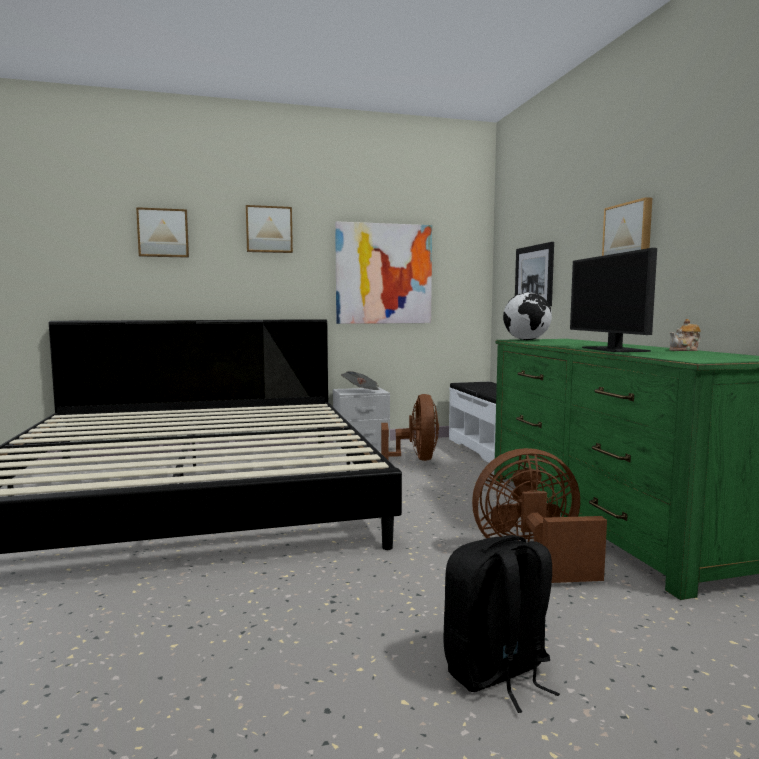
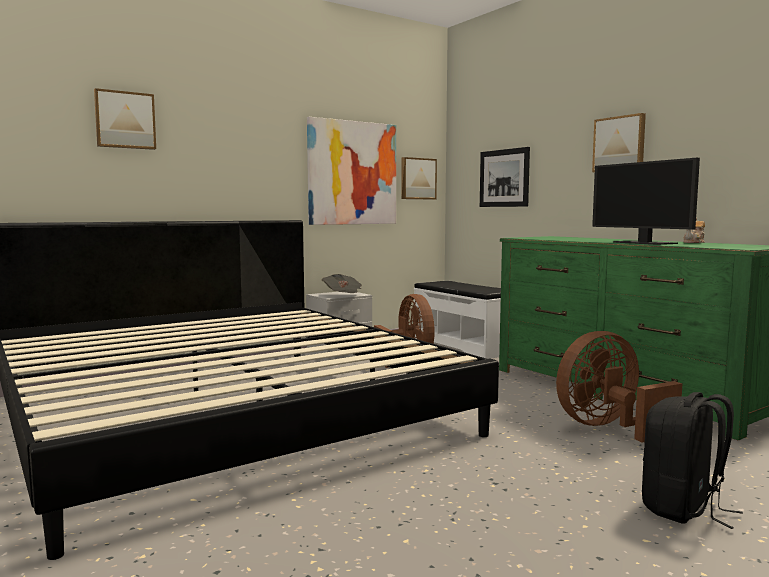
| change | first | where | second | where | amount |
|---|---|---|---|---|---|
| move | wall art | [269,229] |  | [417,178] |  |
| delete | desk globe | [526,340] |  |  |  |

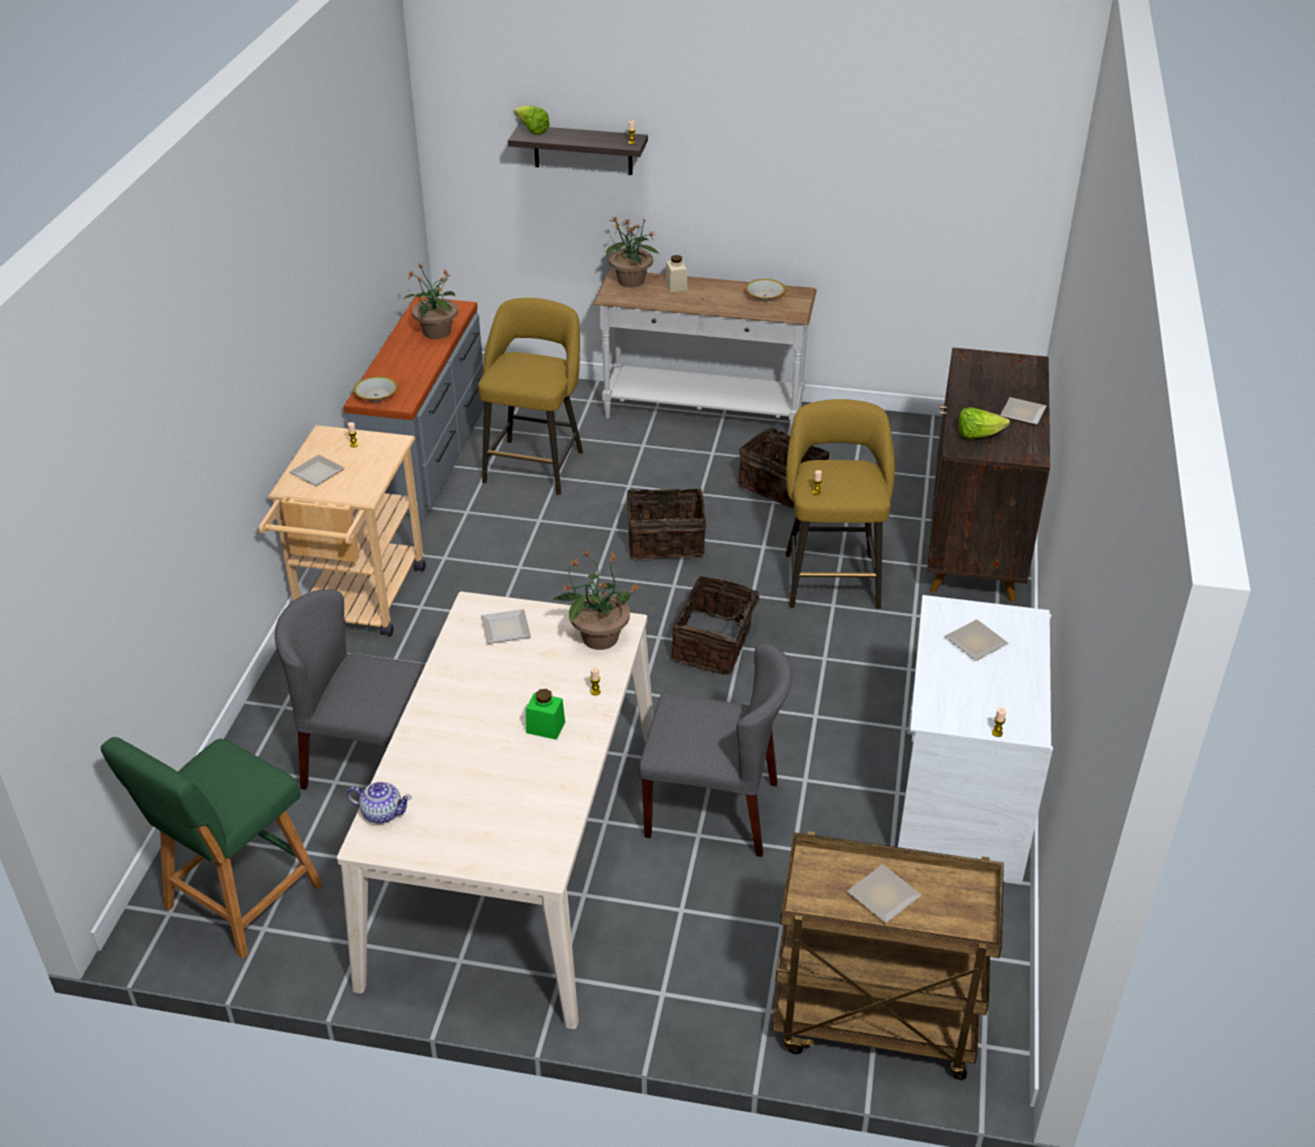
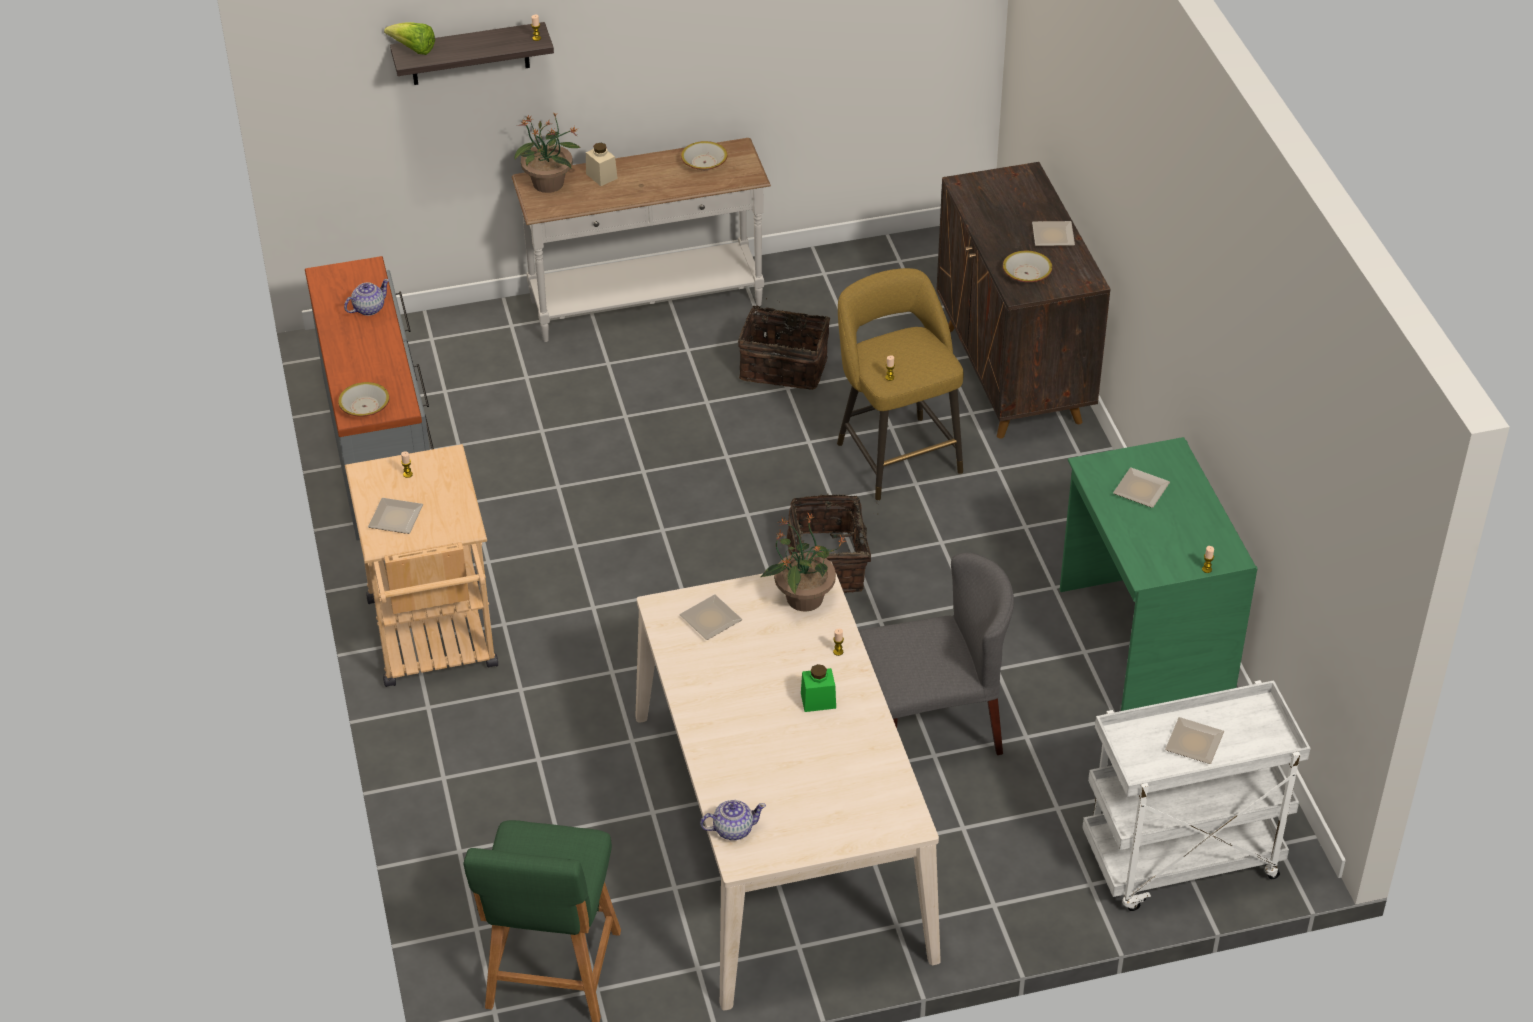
| change | first | where | second | where | amount |
|---|---|---|---|---|---|
| replace | potted plant | [436,332] | teapot | [368,308] |  |
| replace | lettuce | [978,435] | bowl | [1026,274] |  |
| recolor | desk table in white-coloured | [958,803] | desk table in greenish | [1142,642] |  |
| recolor | cart in brown | [872,1024] | cart in white-coloured | [1180,862] |  |
| delete | upright chair in grey | [370,762] |  |  |  |
| delete | stool in yellow | [535,464] |  |  |  |
| delete | basket | [665,541] |  |  |  |

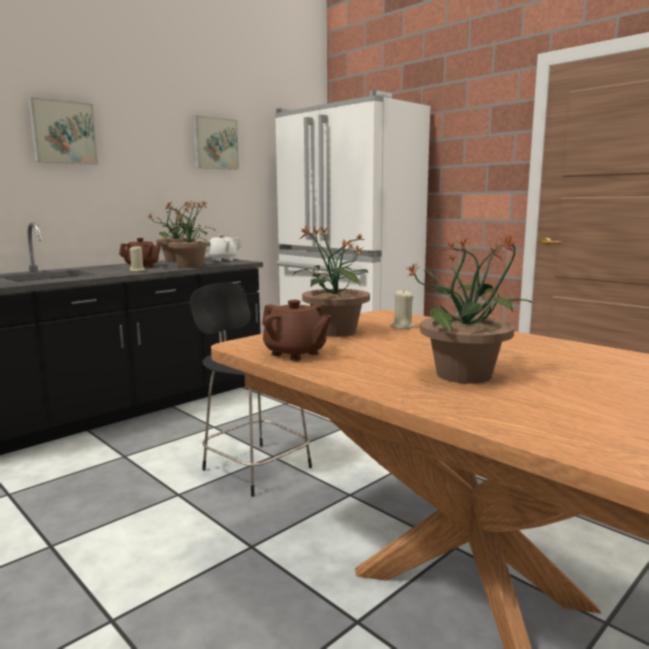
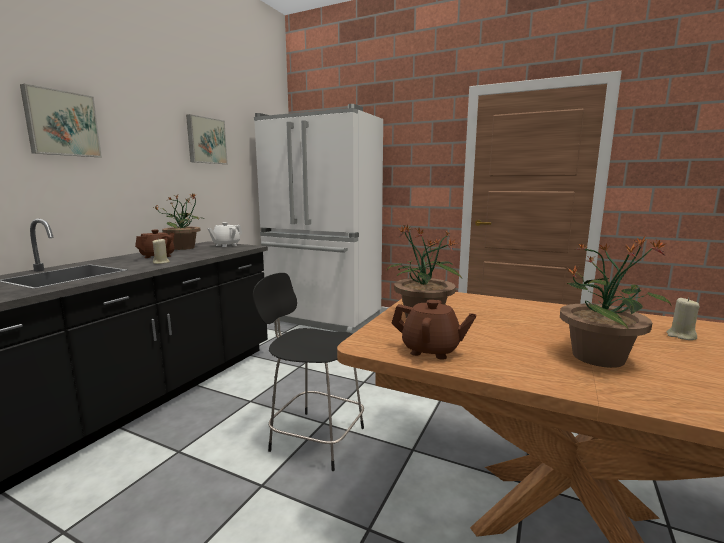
| change | first | where | second | where | amount |
|---|---|---|---|---|---|
| move | candle in beige-coloured | [402,327] |  | [681,336] |  |
| delete | potted plant | [191,266] |  |  |  |

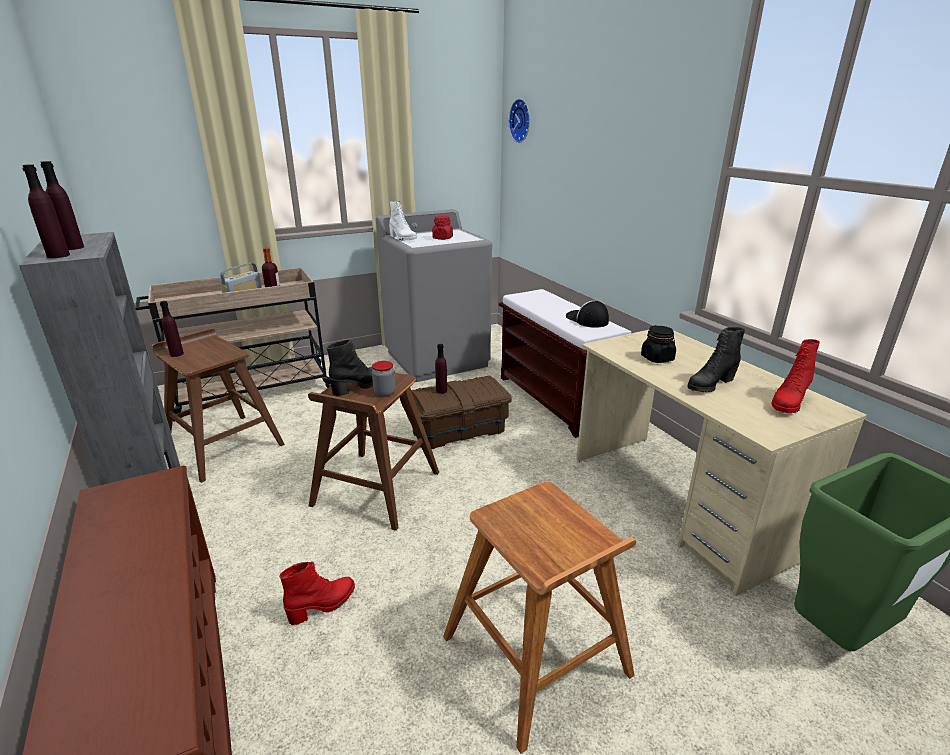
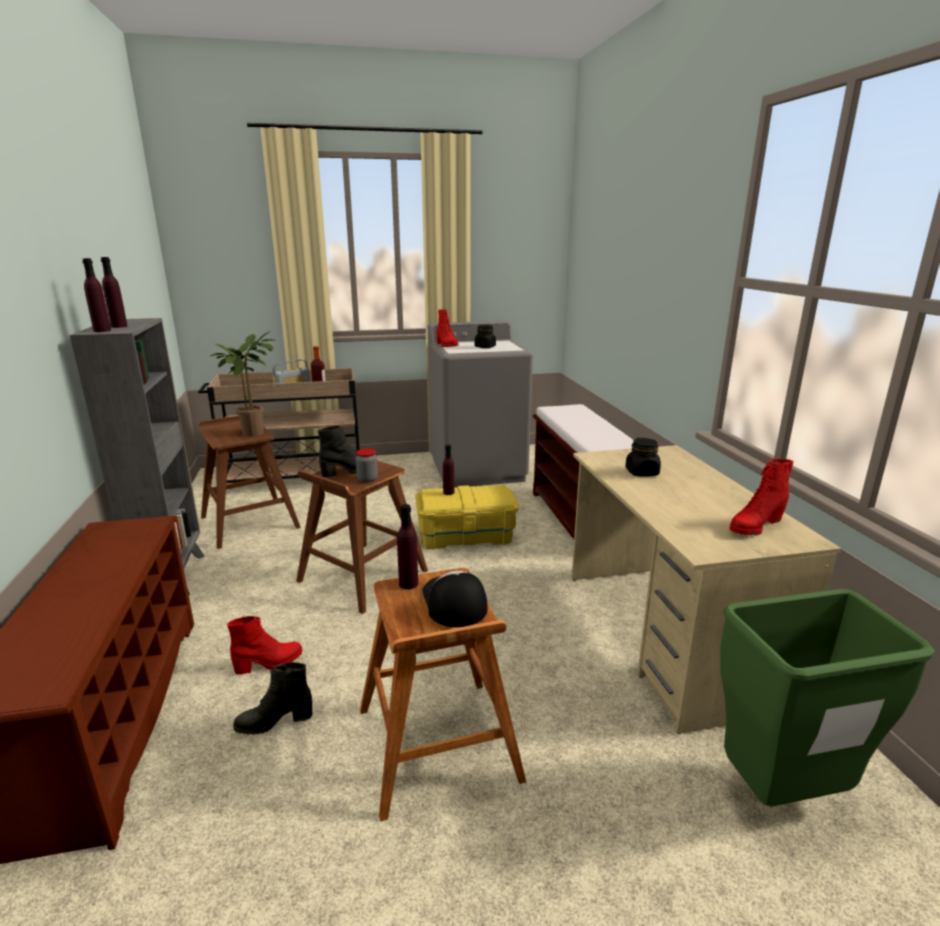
| change | first | where | second | where | amount |
|---|---|---|---|---|---|
| insert |  |  | potted plant | [254,432] |  |
| move | high-top boot in blackish | [710,385] |  | [274,722] |  |
| move | bottle in purple-coloured | [176,354] |  | [408,583] |  |
| recolor | storage bin in brown | [458,429] | storage bin in yellow | [466,535] |  |
| move | peaked cap | [586,319] |  | [453,601] |  |
| recolor | high-top boot in white-coloured | [402,238] | high-top boot in reddish | [446,345] |  |
| recolor | preserve jar in reddish | [442,238] | preserve jar in blackish | [485,347] |  |
| delete | hanging clock | [522,121] |  |  |  |

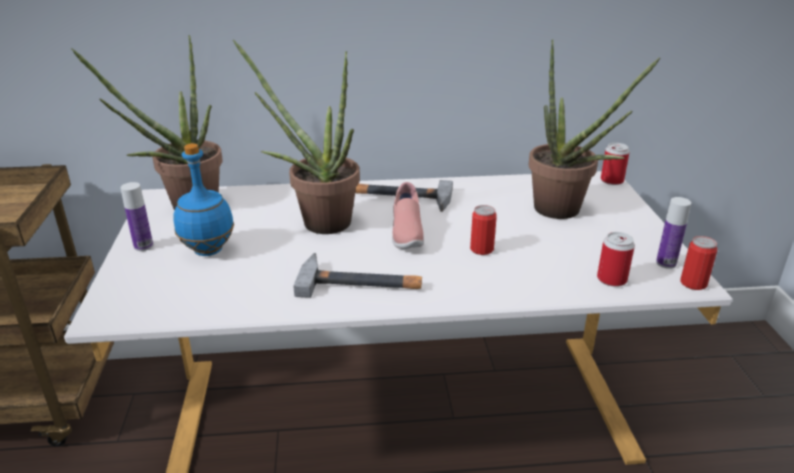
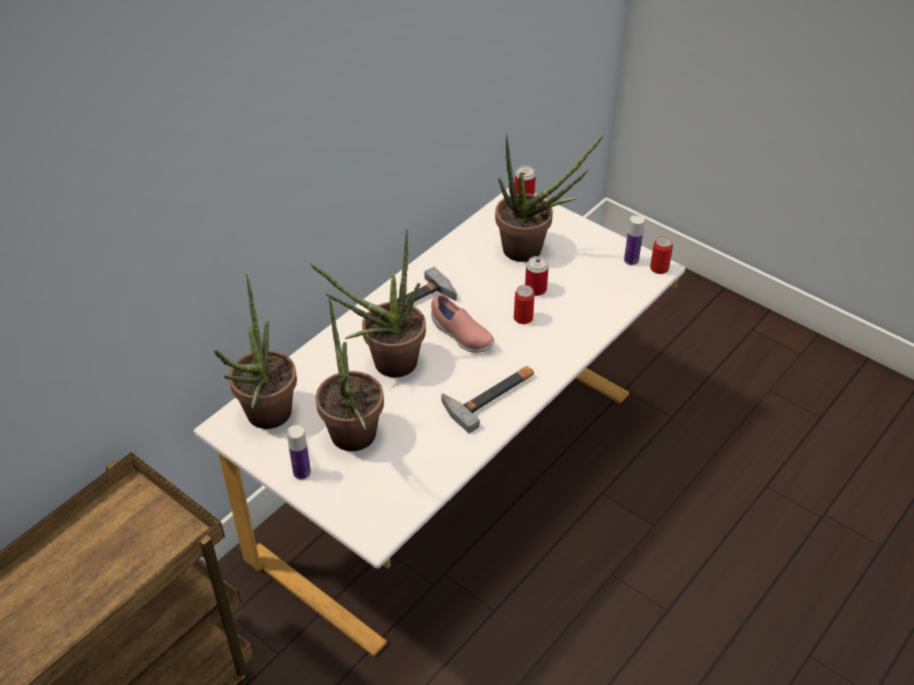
| change | first | where | second | where | amount |
|---|---|---|---|---|---|
| replace | bottle in blue | [207,250] | potted plant | [354,442] |  |
| move | metal can | [611,279] |  | [535,289] |  |

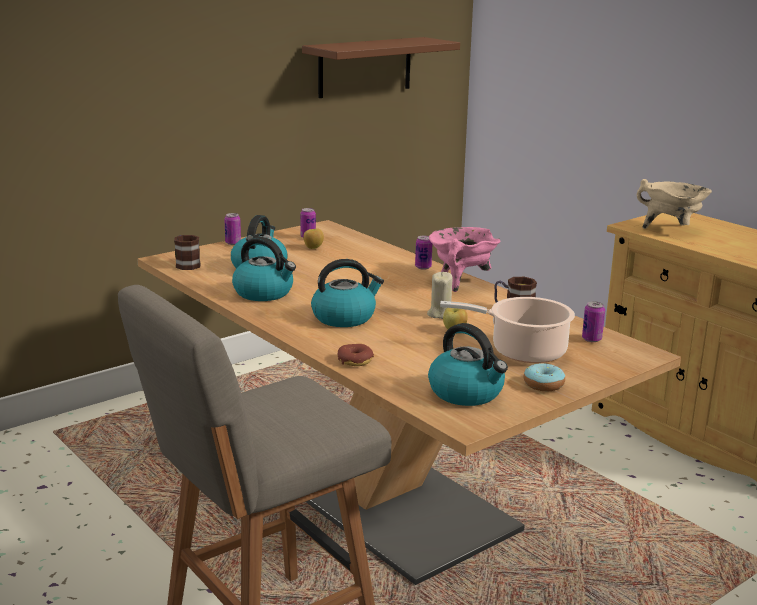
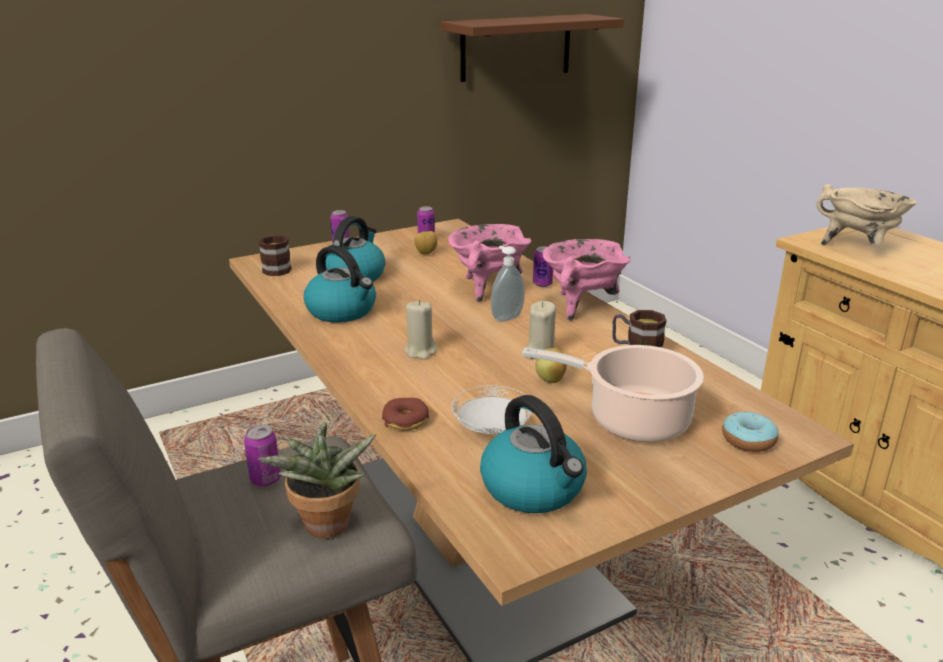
| change | first | where | second | where | amount |
|---|---|---|---|---|---|
| move | metal can | [591,339] |  | [265,480] |  |
| insert |  |  | potted plant | [326,529] |  |
| replace | water kettle | [344,317] | candle in beige-coloured | [421,351] |  |
| insert |  |  | cooking pot in pinkish | [487,288] |  |
| insert |  |  | plate in white-coloured | [491,429] |  |
| insert |  |  | soap bottle | [506,317] |  |
| move | doughnut | [543,384] |  | [748,440] |  |

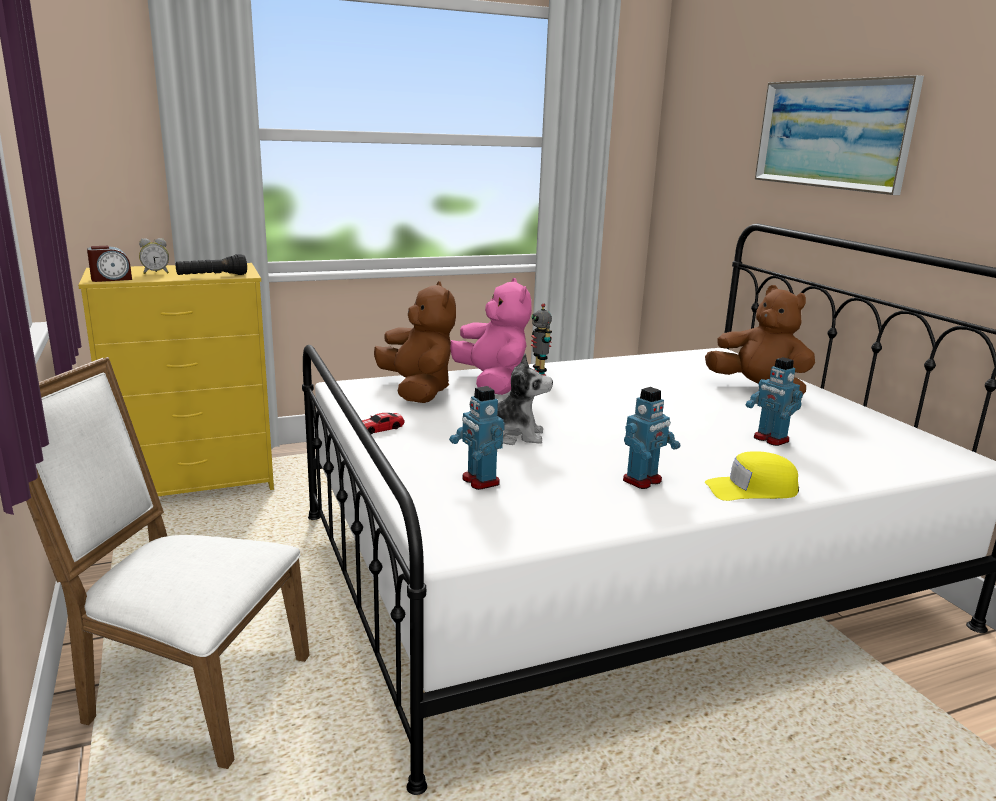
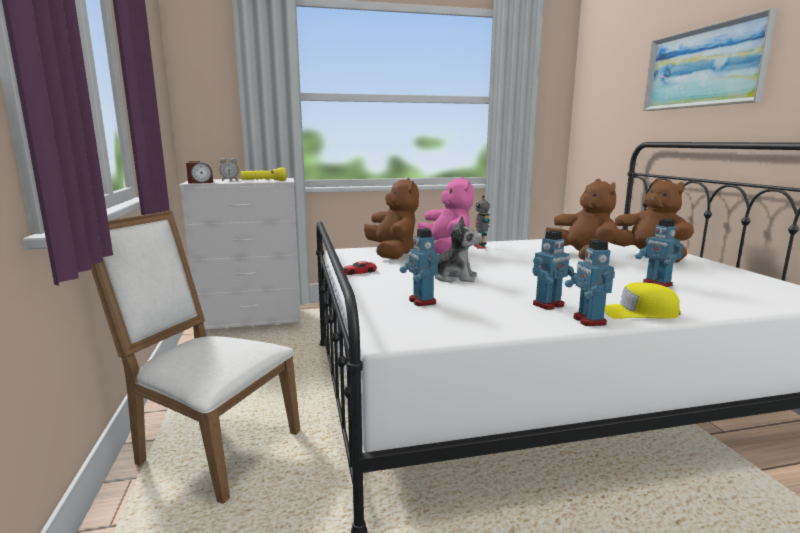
| change | first | where | second | where | amount |
|---|---|---|---|---|---|
| recolor | drawer chest in yellow | [196,483] | drawer chest in white-coloured | [253,322] |  |
| recolor | hand torch in blackish | [212,276] | hand torch in yellow | [263,181] |  |
| insert |  |  | plush toy in brown | [582,258] |  |
| insert |  |  | robot figure | [588,321] |  |

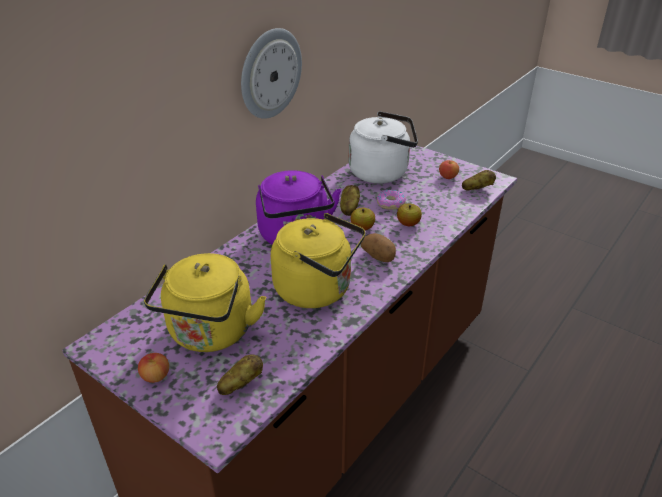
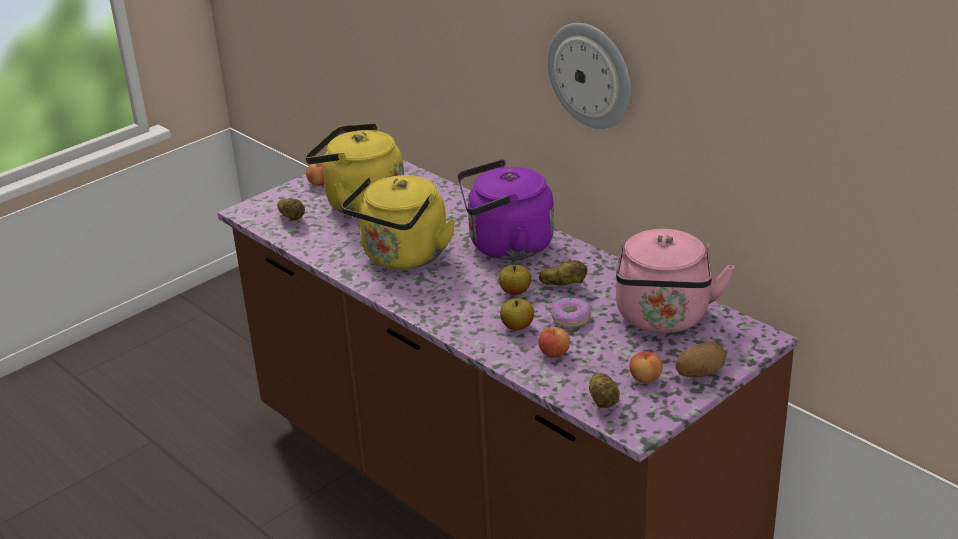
| change | first | where | second | where | amount |
|---|---|---|---|---|---|
| insert |  |  | apple | [554,353] |  |
| recolor | water kettle in white-coloured | [382,172] | water kettle in pinkish | [663,319] |  |
| move | whole potato | [379,257] |  | [699,373] |  |

